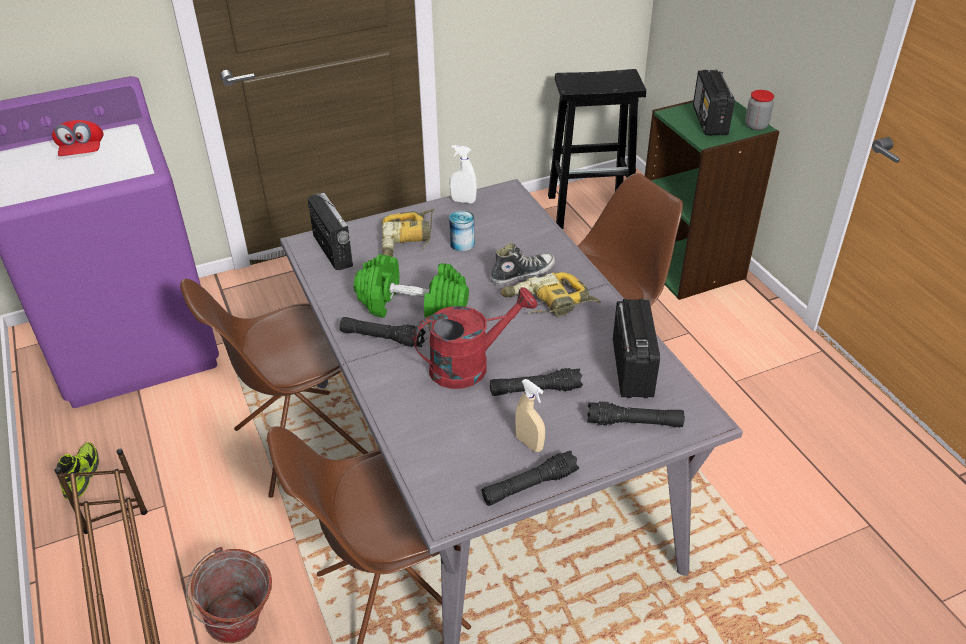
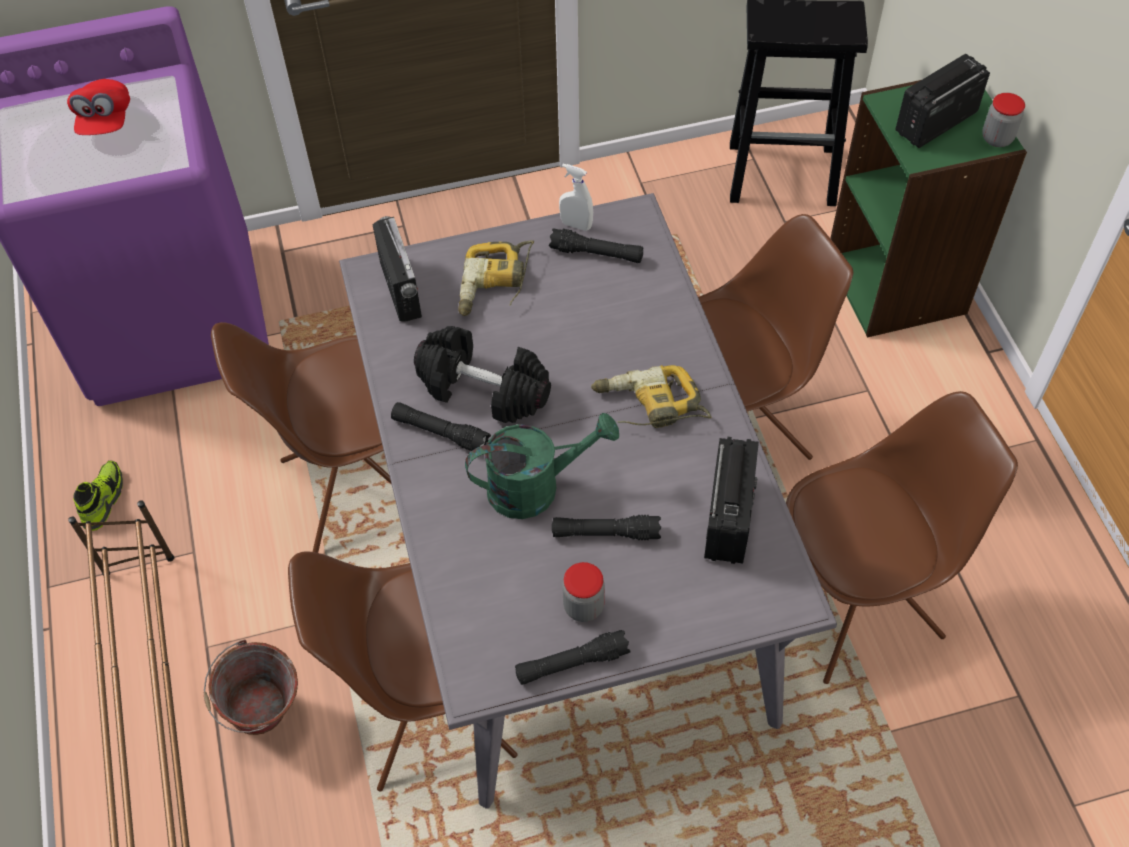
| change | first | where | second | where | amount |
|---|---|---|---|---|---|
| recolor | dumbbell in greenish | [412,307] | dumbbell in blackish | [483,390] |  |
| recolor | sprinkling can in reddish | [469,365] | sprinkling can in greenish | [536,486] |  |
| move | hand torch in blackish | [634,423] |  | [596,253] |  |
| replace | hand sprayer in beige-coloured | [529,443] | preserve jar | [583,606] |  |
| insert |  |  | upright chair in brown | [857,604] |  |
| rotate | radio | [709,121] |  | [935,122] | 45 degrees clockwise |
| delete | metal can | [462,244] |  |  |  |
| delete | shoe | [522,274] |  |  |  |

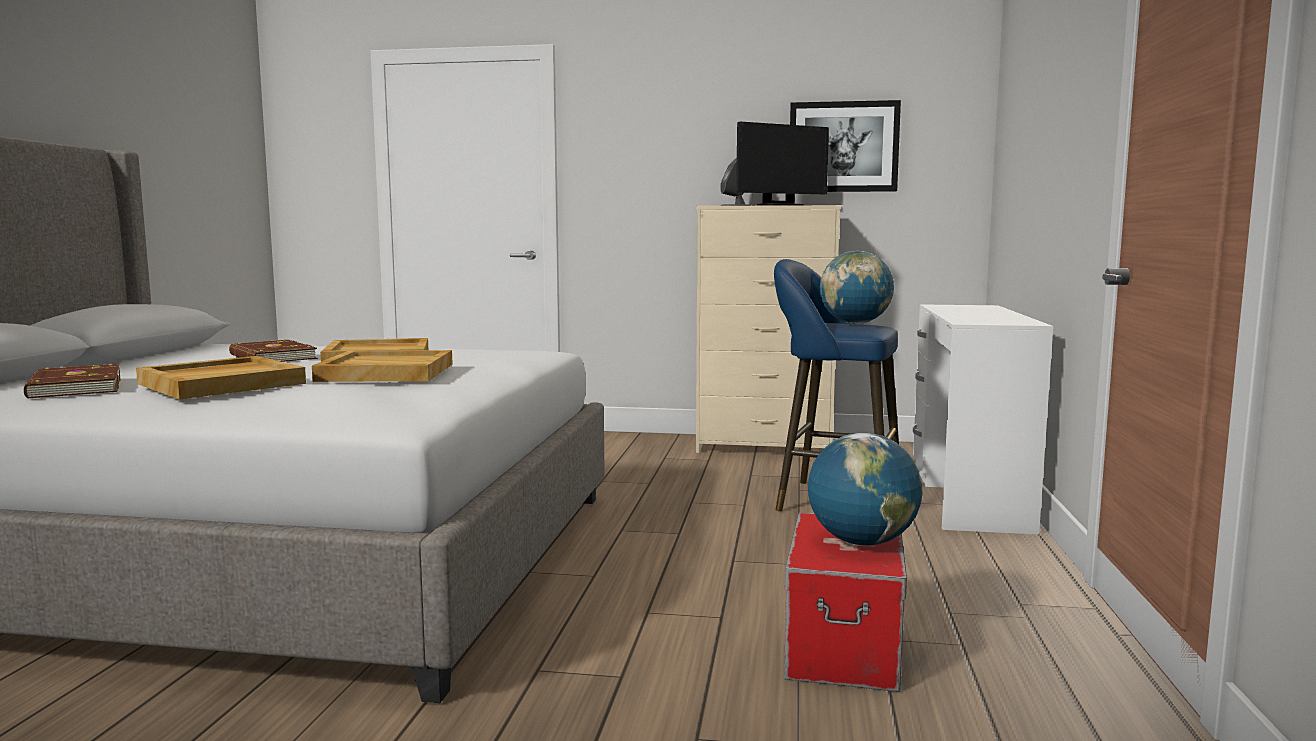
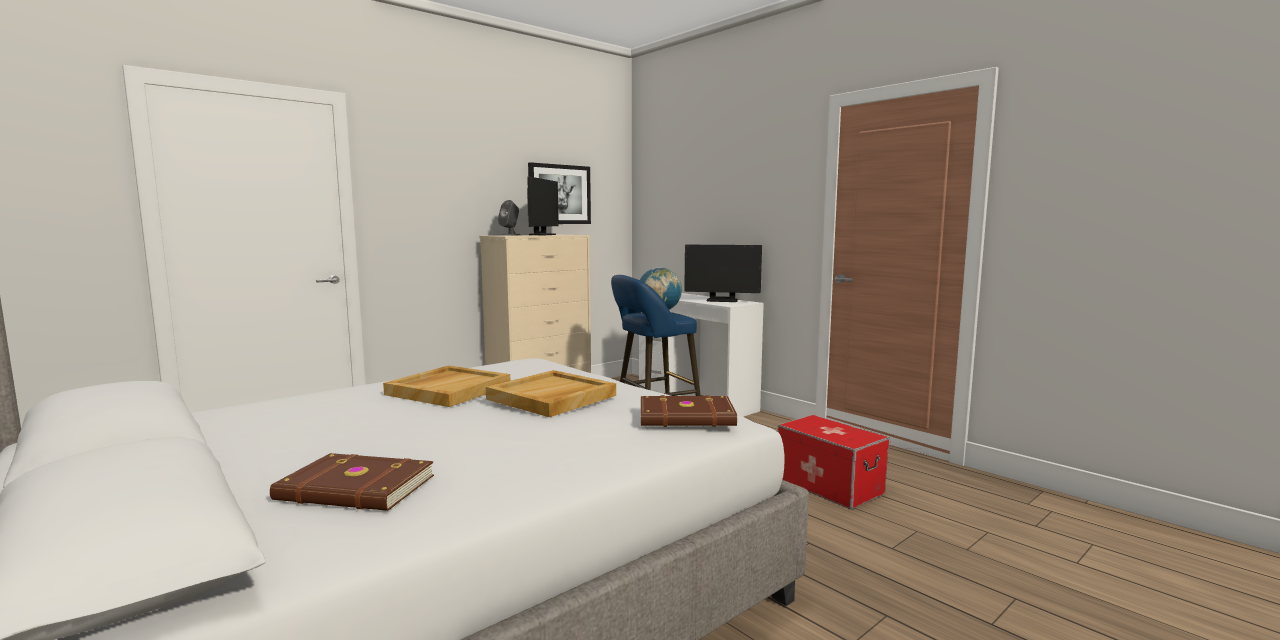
| change | first | where | second | where | amount |
|---|---|---|---|---|---|
| move | volume in brown | [271,357] |  | [687,417] |  |
| insert |  |  | monitor | [722,300] |  |
| delete | carrying tray in beige-coloured | [222,383] |  |  |  |
| delete | desk globe | [862,542] |  |  |  |

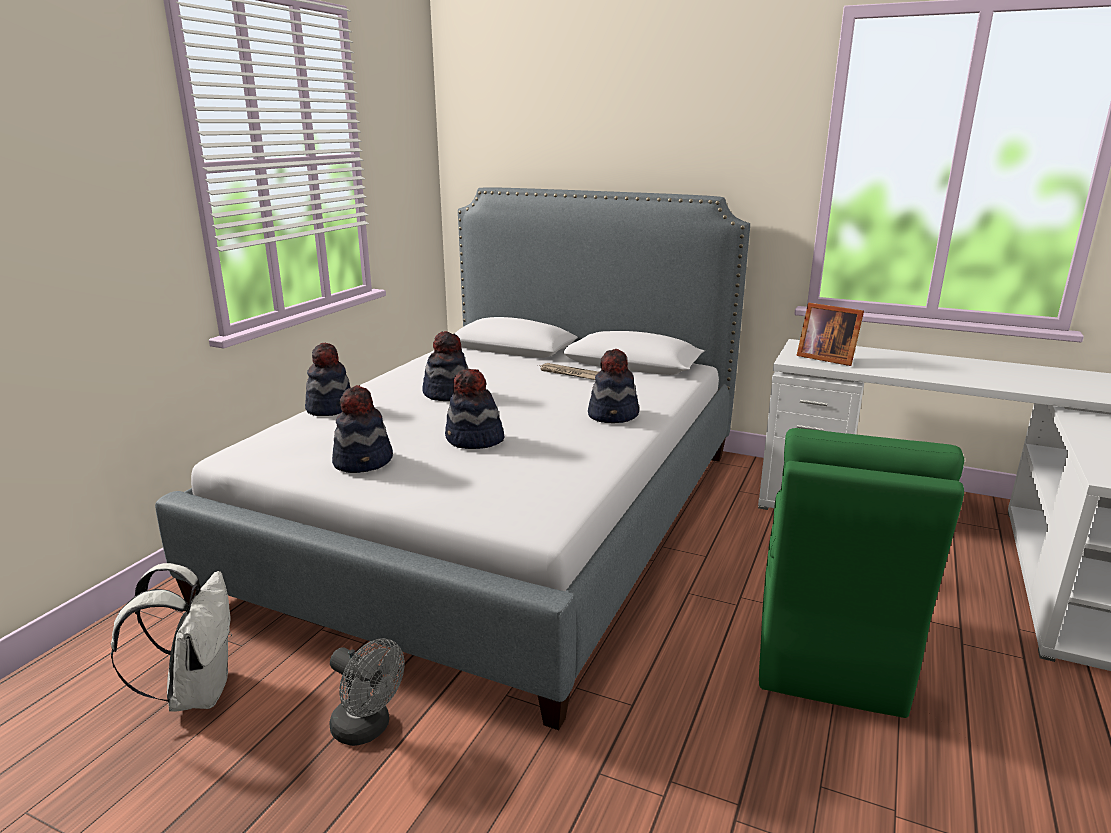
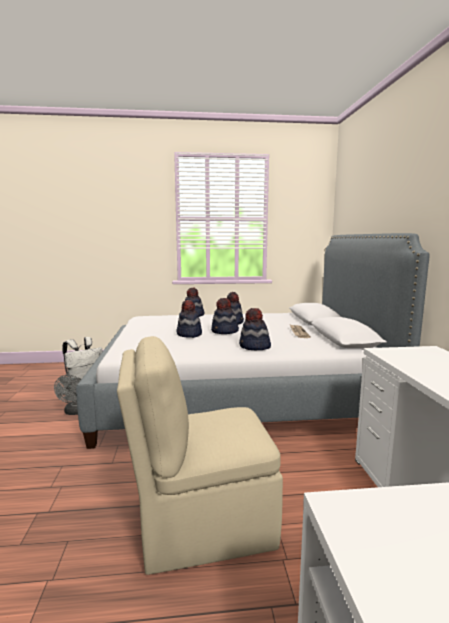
| change | first | where | second | where | amount |
|---|---|---|---|---|---|
| recolor | upright chair in greenish | [828,652] | upright chair in beige-coloured | [201,523] |  |
| move | clothing hat | [364,462] |  | [224,331] |  |
| delete | photo frame | [825,358] |  |  |  |

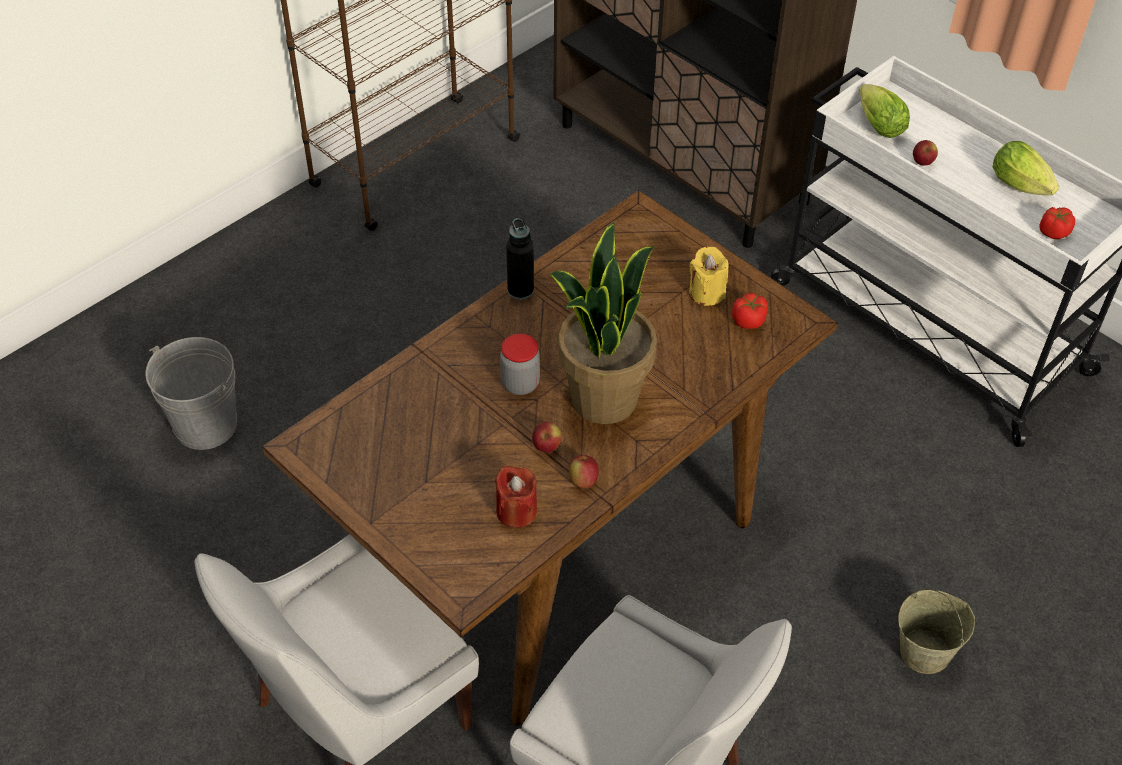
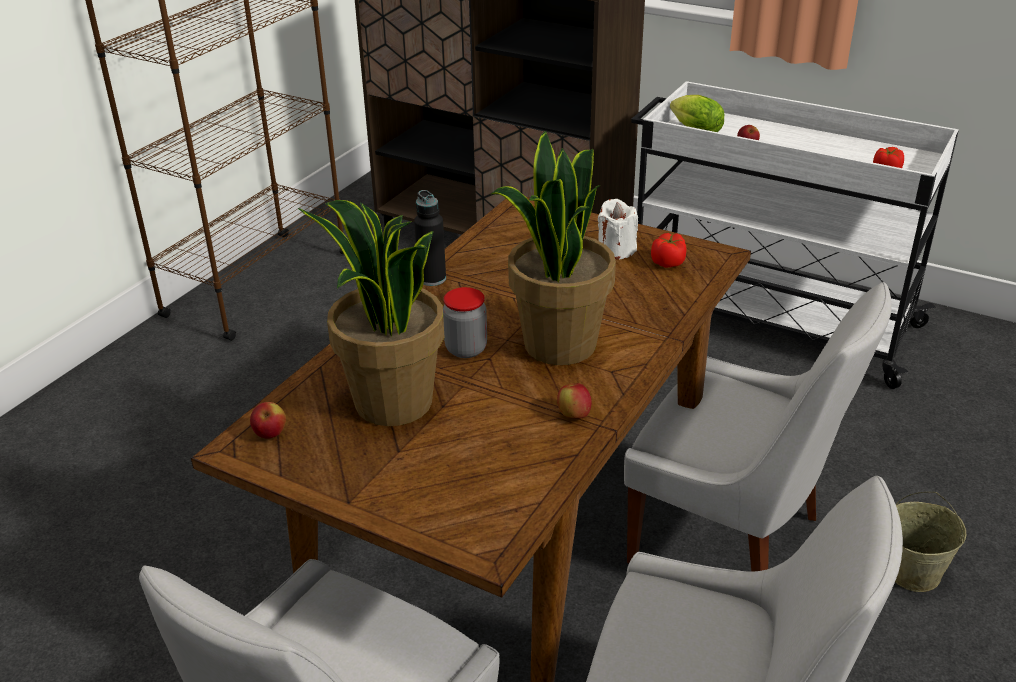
| change | first | where | second | where | amount |
|---|---|---|---|---|---|
| move | apple | [547,446] |  | [270,434] |  |
| insert |  |  | potted plant | [392,403] |  |
| recolor | candle in yellow | [706,293] | candle in white-coloured | [616,250] |  |
| insert |  |  | upright chair in white-coloured | [732,543] |  |
| delete | bucket in grey | [205,425] |  |  |  |
| delete | candle in reddish | [516,511] |  |  |  |
| delete | lettuce | [1022,187] |  |  |  |

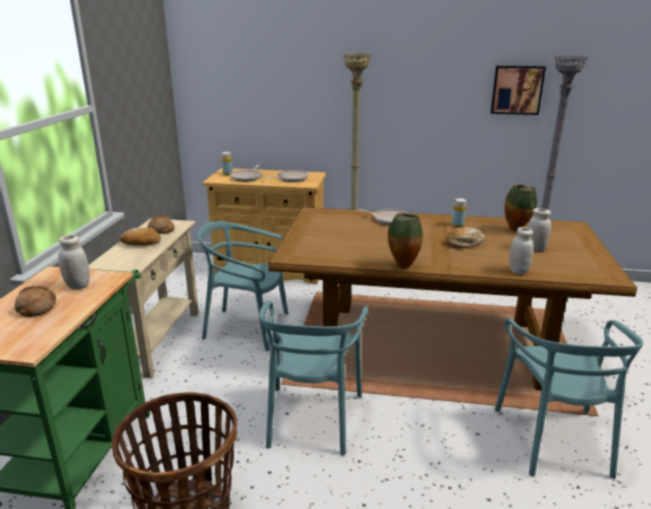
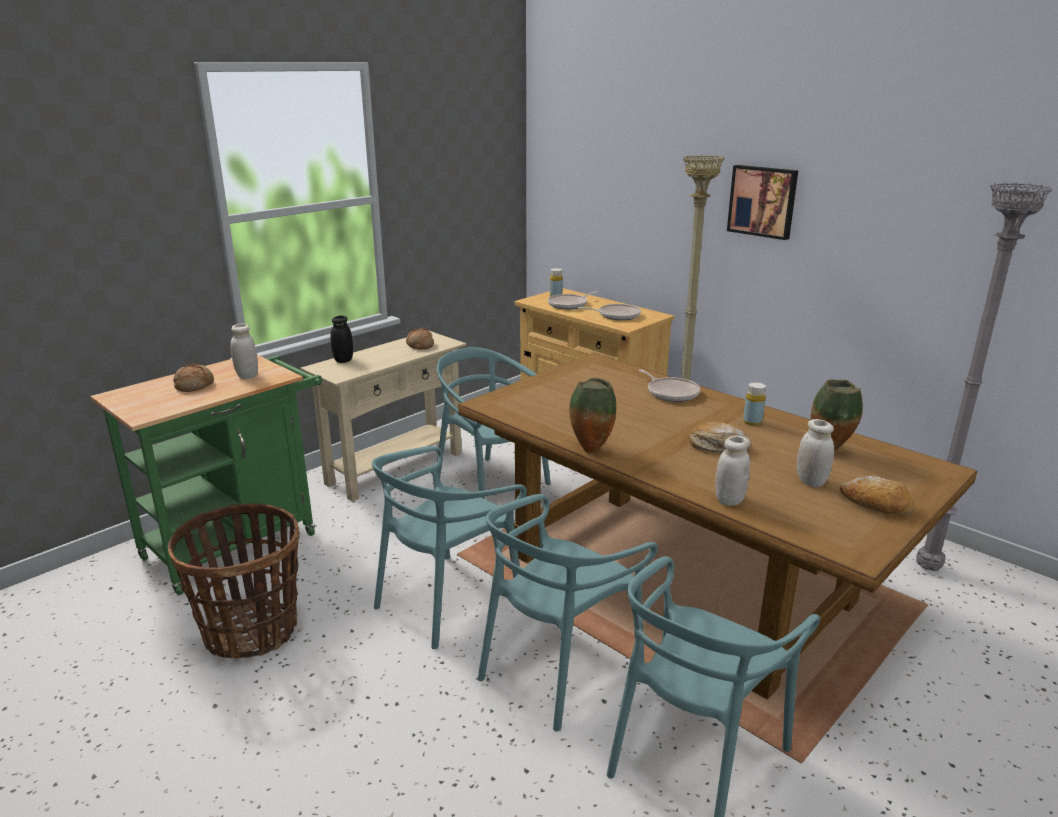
| change | first | where | second | where | amount |
|---|---|---|---|---|---|
| insert |  |  | preserve jar in blackish | [343,360] |  |
| insert |  |  | upright chair in turquoise | [558,668] |  |
| move | wall art | [517,90] |  | [763,201] |  |
| move | bakery bread | [141,243] |  | [876,505] |  |

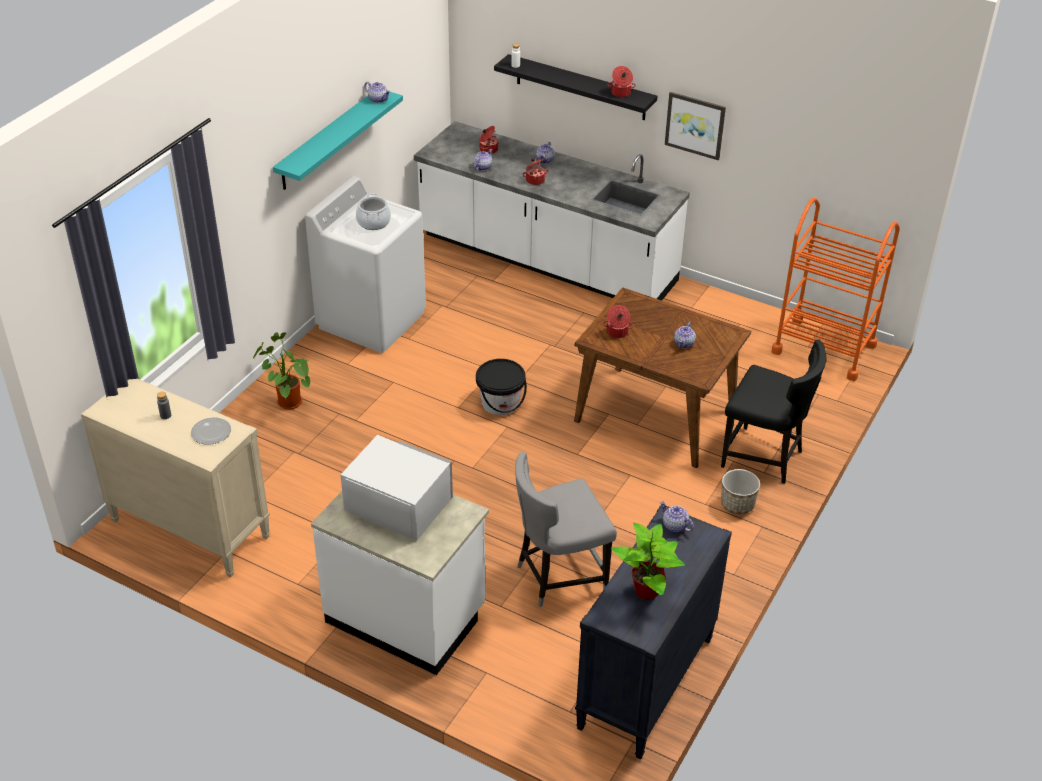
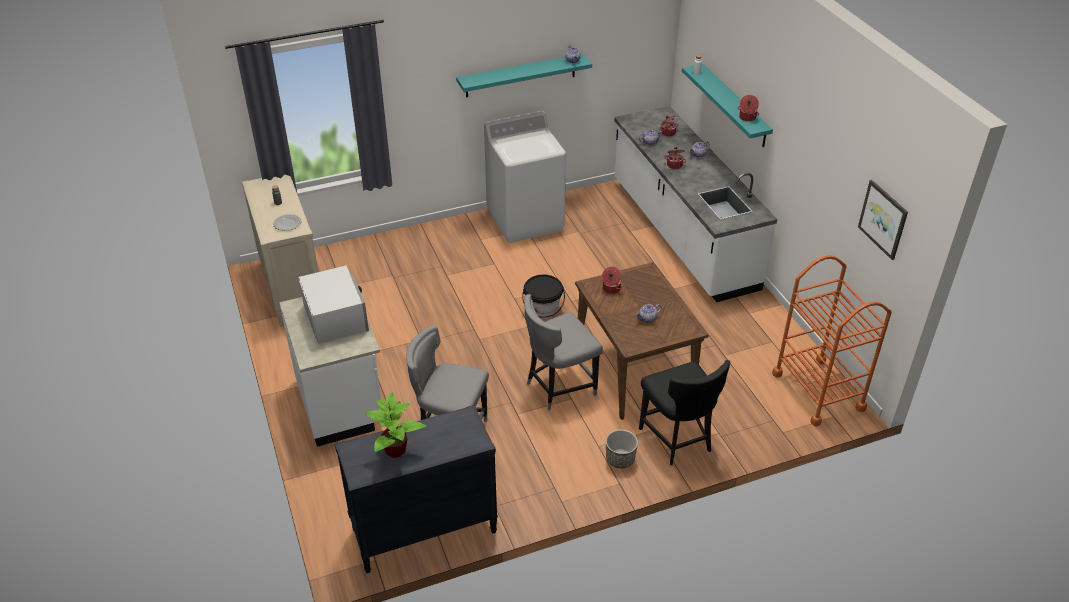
| change | first | where | second | where | amount |
|---|---|---|---|---|---|
| insert |  |  | upright chair in grey | [559,387] |  |
| recolor | shelf in blackish | [580,87] | shelf in turquoise | [734,105] |  |
| move | wall art | [695,125] |  | [883,219] |  |
| delete | potted plant | [287,401] |  |  |  |
| delete | cooking pot | [373,222] |  |  |  |
| delete | teapot | [674,525] |  |  |  |

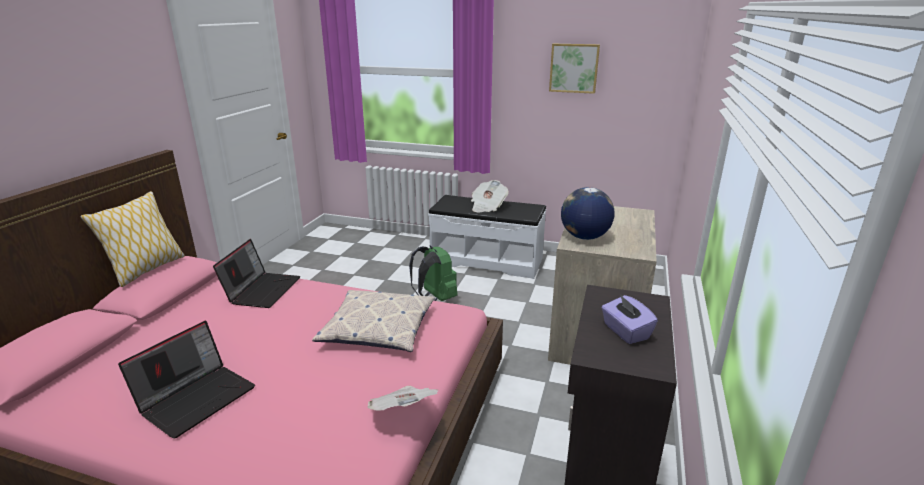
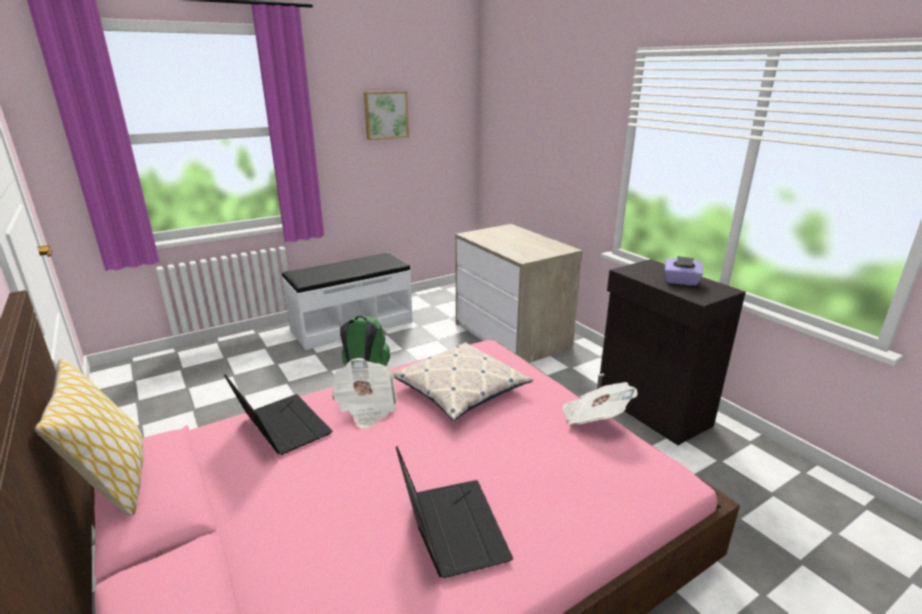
| change | first | where | second | where | amount |
|---|---|---|---|---|---|
| move | printed paper | [487,207] |  | [366,407] |  |
| delete | desk globe | [584,237] |  |  |  |

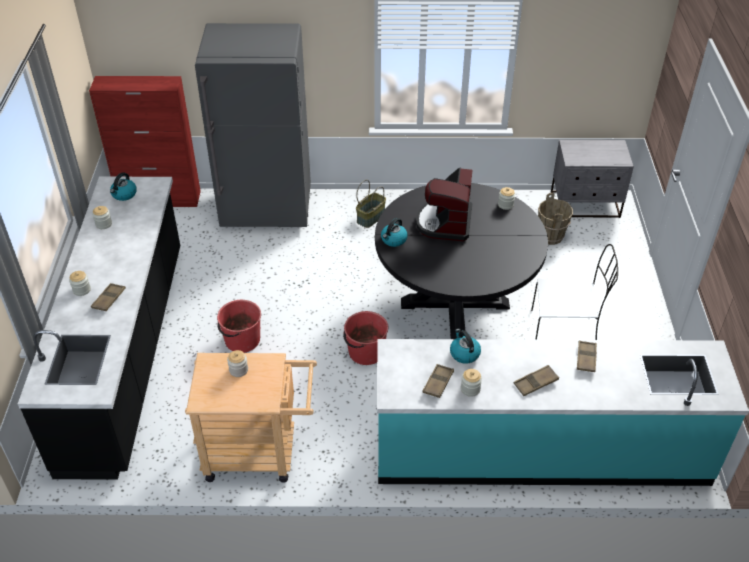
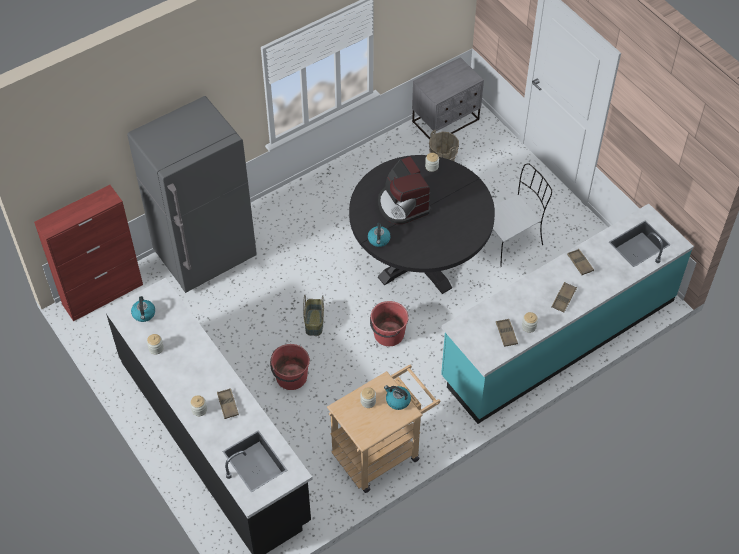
| change | first | where | second | where | amount |
|---|---|---|---|---|---|
| move | basket | [370,217] |  | [314,322] |  |
| move | water kettle | [464,353] |  | [397,400] |  |

